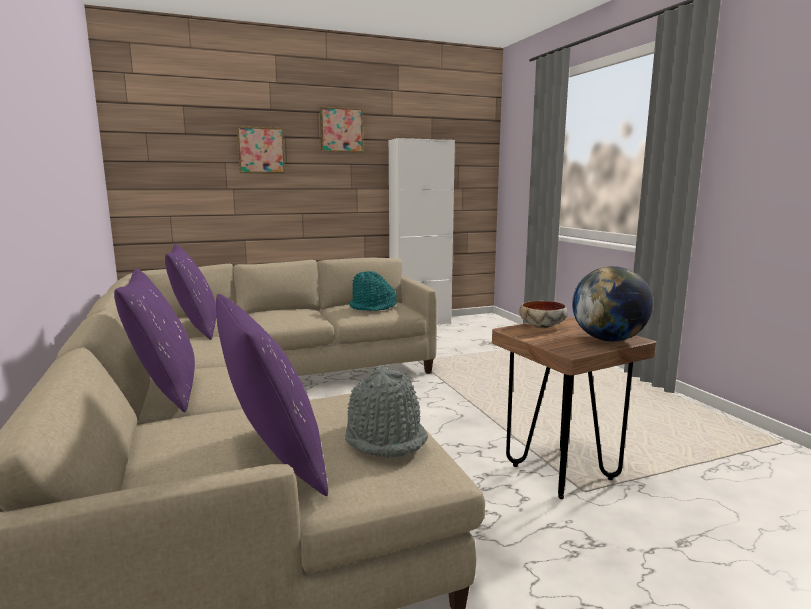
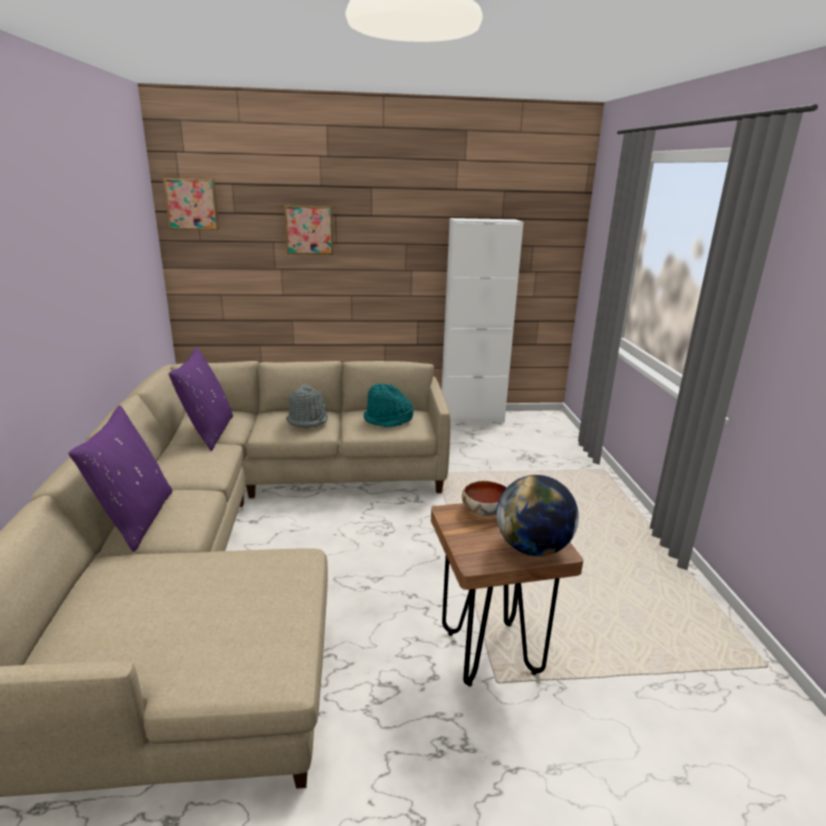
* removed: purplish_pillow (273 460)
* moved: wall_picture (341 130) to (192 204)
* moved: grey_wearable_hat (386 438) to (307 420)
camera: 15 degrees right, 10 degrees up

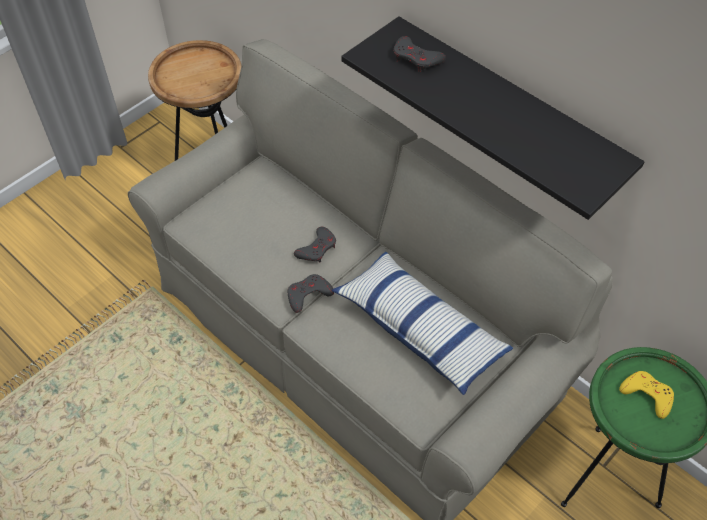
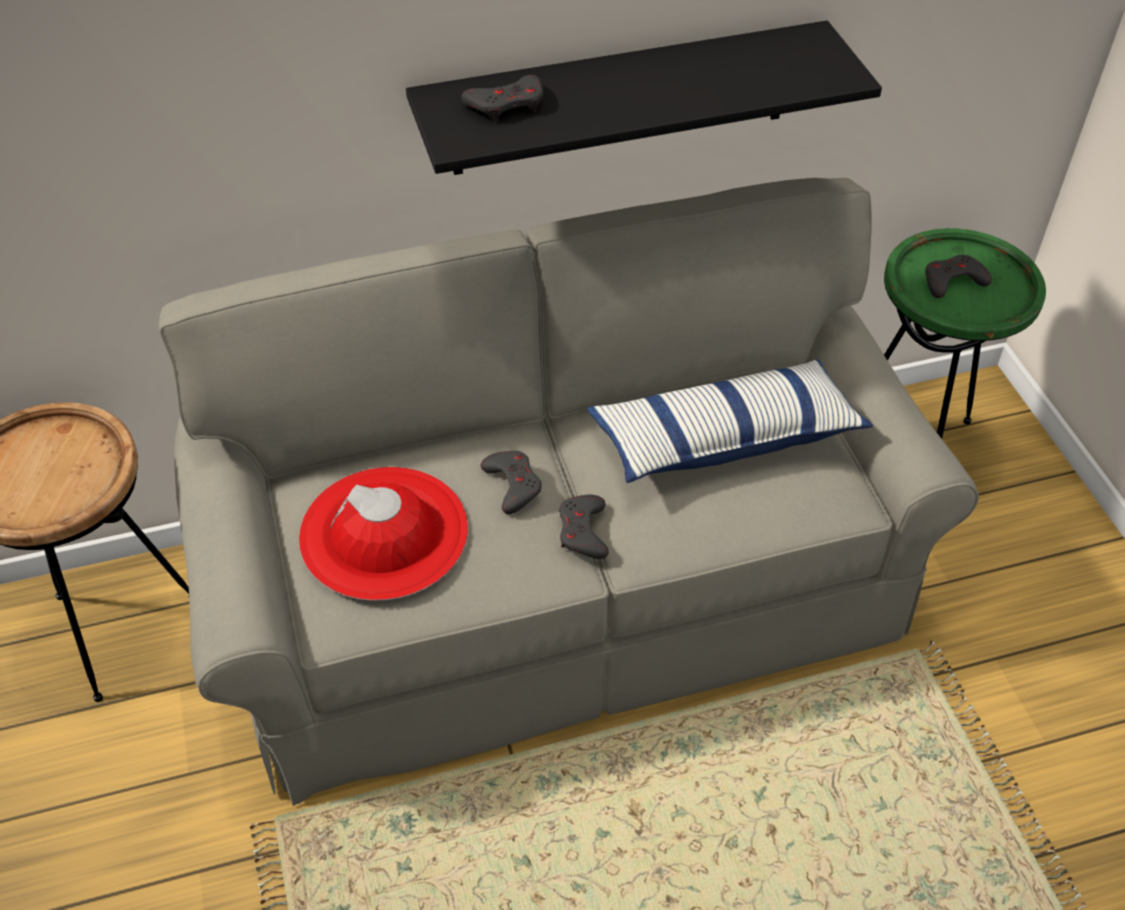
* added: red_wearable_hat (384 533)
* recoloured: yellow_gamepad (647 395) to grey_gamepad (952 281)
camera: 60 degrees left, 5 degrees down

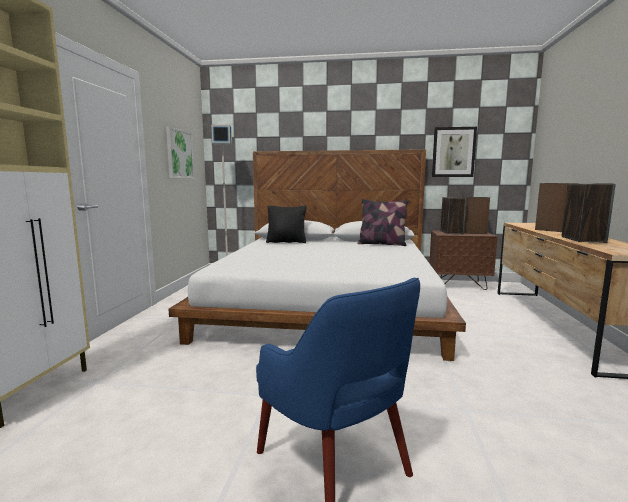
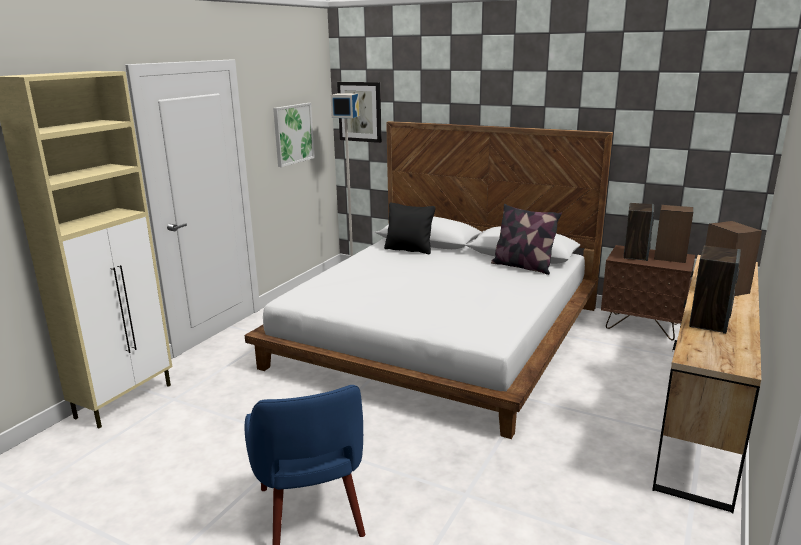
* moved: wall_picture (453 152) to (360 111)
camera: 20 degrees right, 10 degrees up

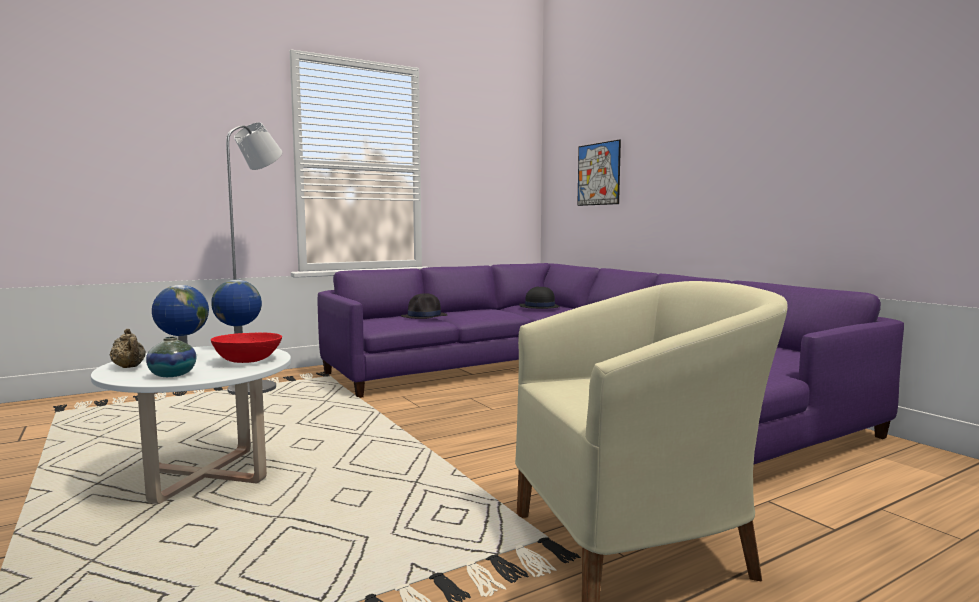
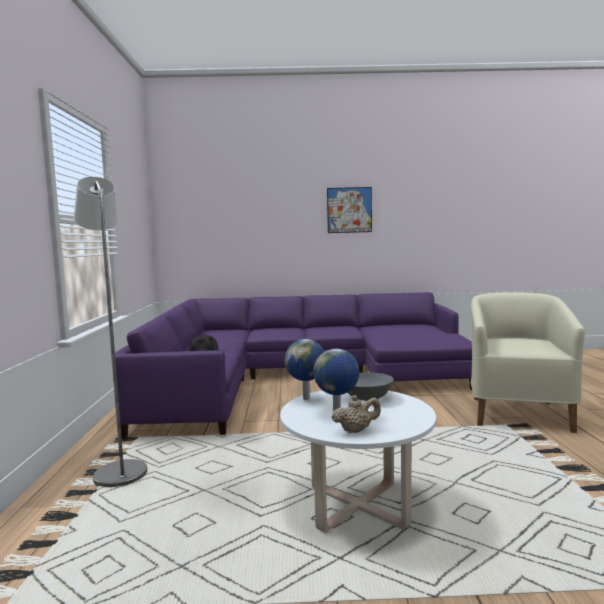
* removed: flower_vase (172 375)
* removed: blackish_wearable_hat (539 307)
* moved: wall_picture (598 174) to (349 210)
* recoloured: red_bowl (248 360) to grey_bowl (367 397)
camera: 60 degrees left, 0 degrees up

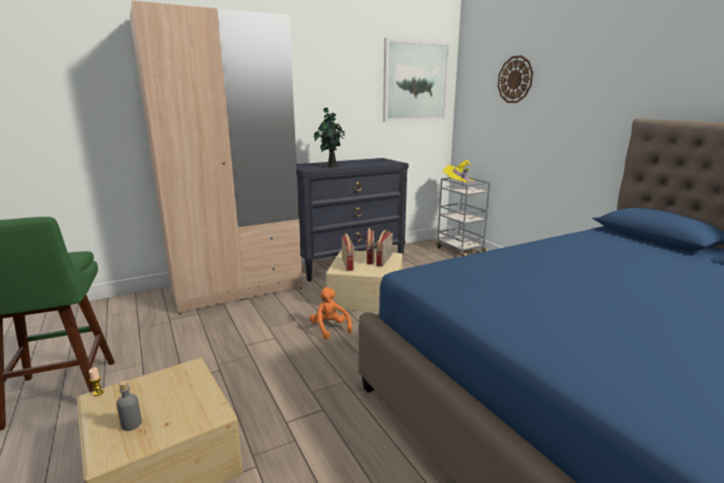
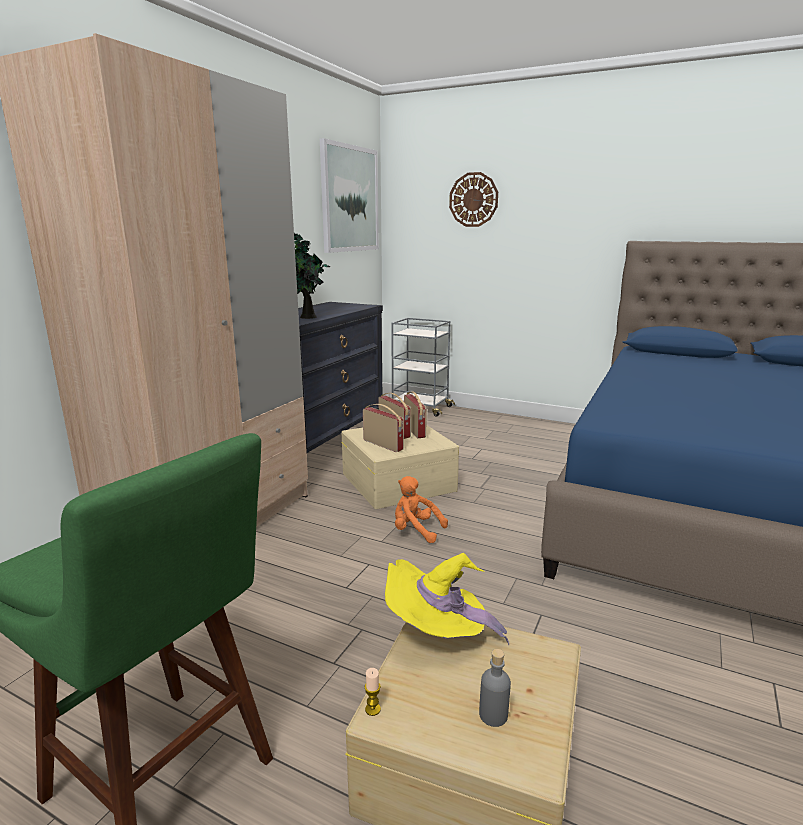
* moved: yellow_wearable_hat (458 187) to (438 634)
camera: 35 degrees left, 0 degrees up

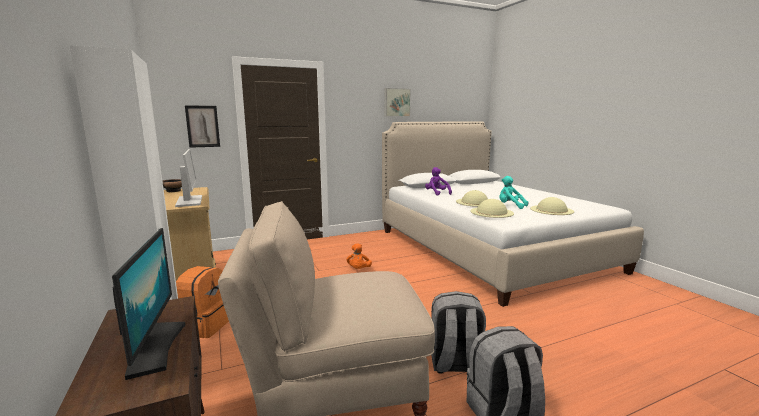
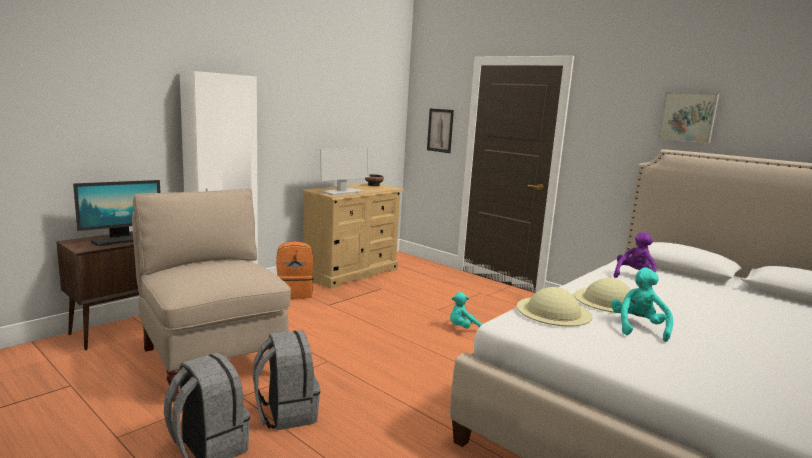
* removed: beige-coloured_wearable_hat (551 210)
* recoloured: orangey_plush_toy (358 270) to turquoise_plush_toy (463 328)
camera: 65 degrees right, 0 degrees up

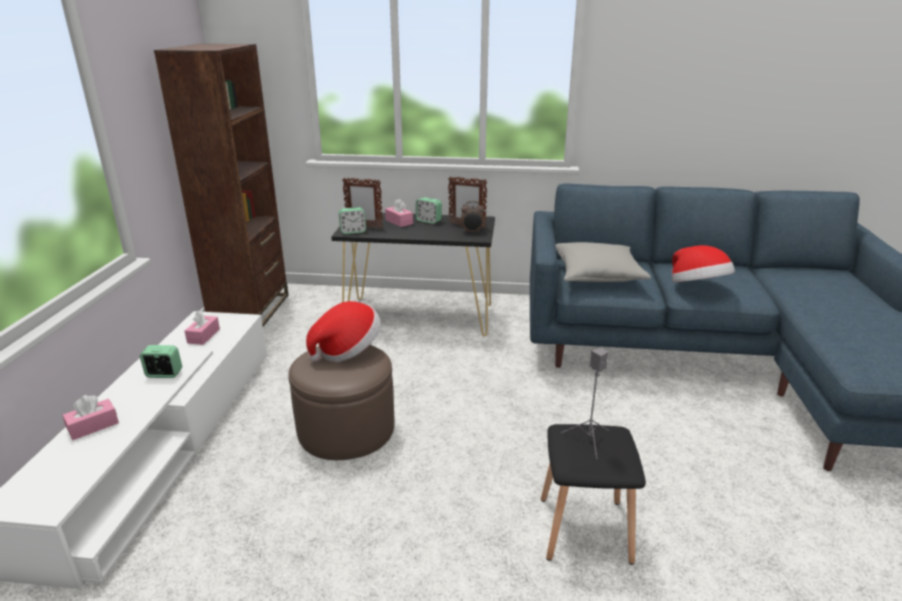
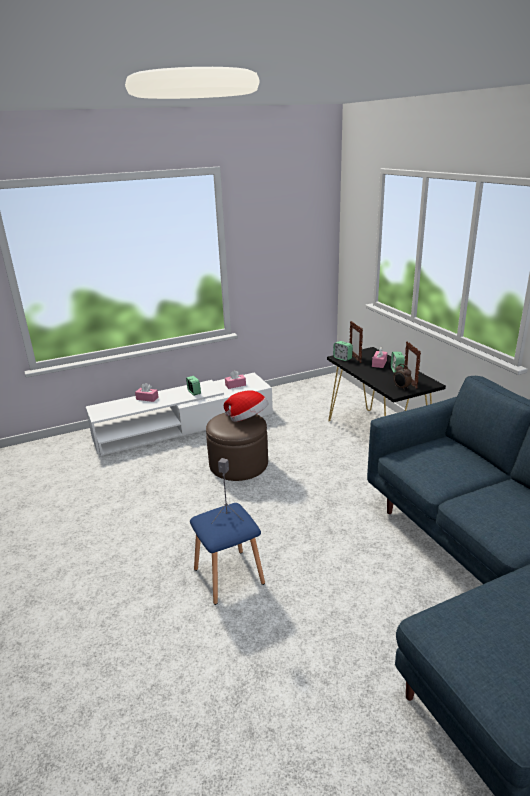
* removed: brown-coloured_bookcase (250 310)
* removed: grey_pillow (597 275)
* removed: wearable_hat (697 288)
* recoloured: blackish_sitting_stool (583 530) to blue-coloured_sitting_stool (227 575)
camera: 60 degrees right, 0 degrees up

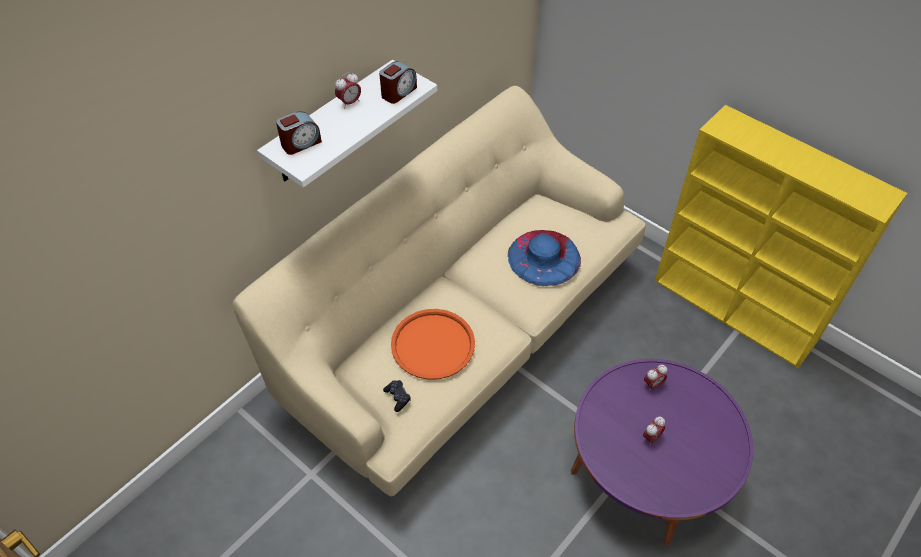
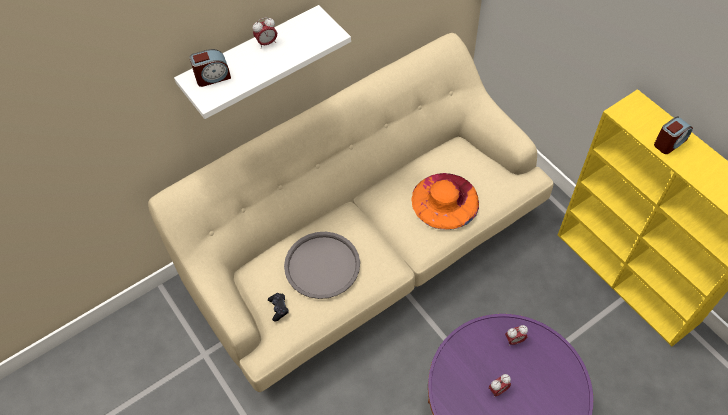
* moved: bedside_clock (398 92) to (669 142)
* recoloured: orangey_serving_tray (432 345) to grey_serving_tray (322 265)
* recoloured: blue-coloured_wearable_hat (544 257) to orangey_wearable_hat (445 200)
camera: 15 degrees right, 5 degrees up

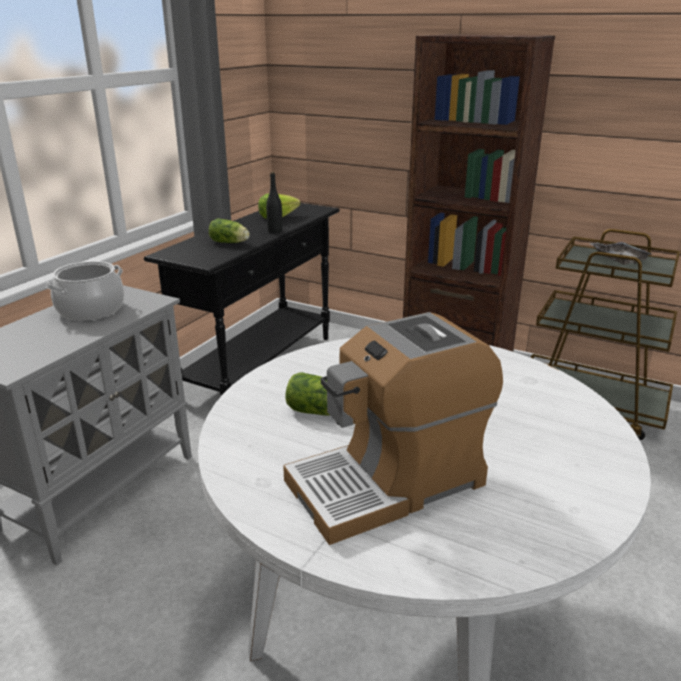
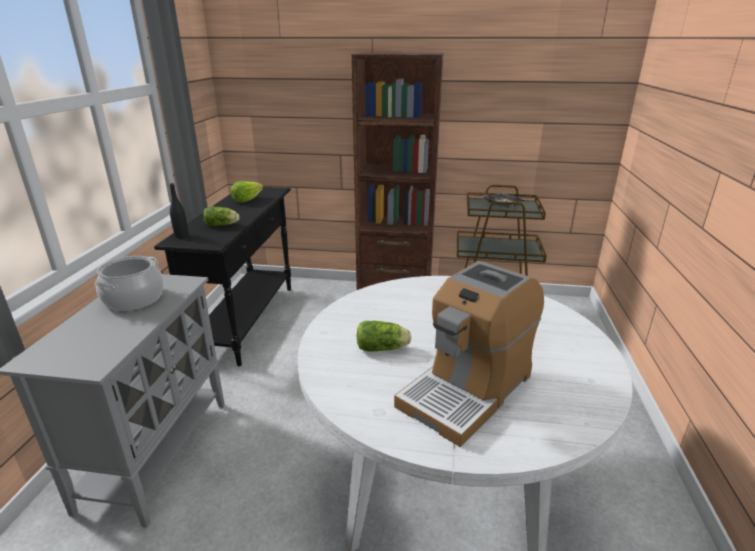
* moved: blackish_beverage_bottle (275 231) to (181 235)
camera: 20 degrees left, 0 degrees up

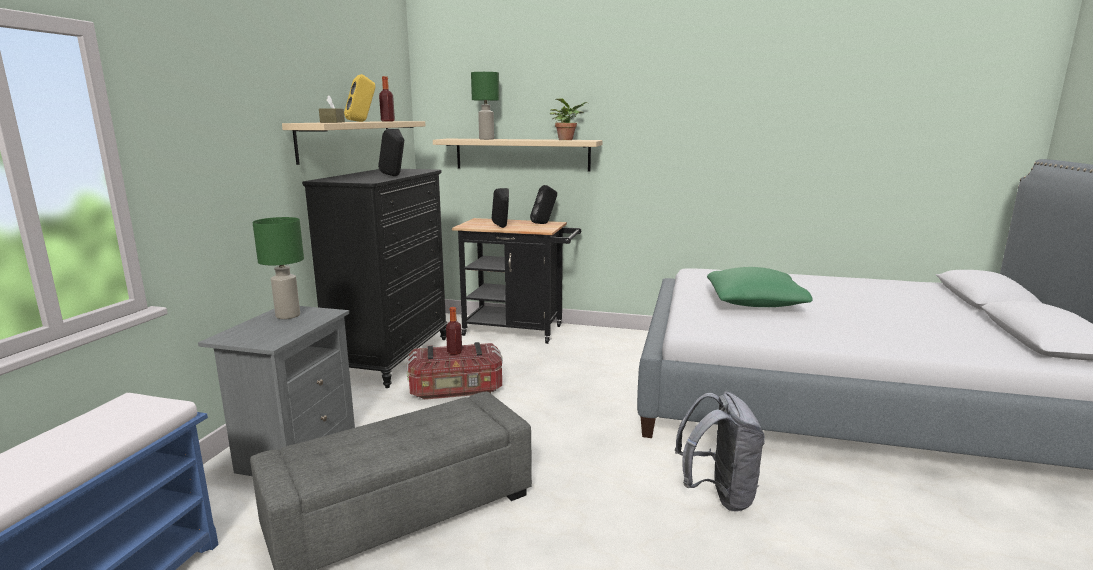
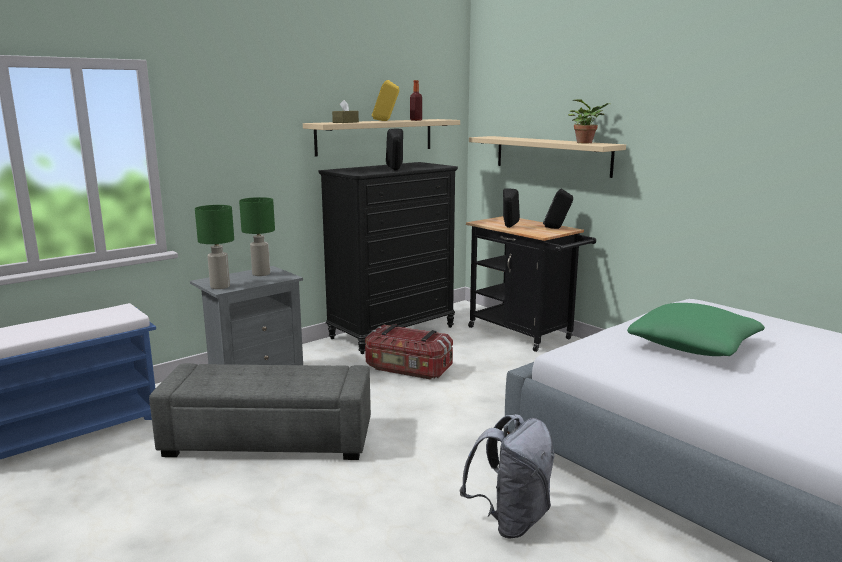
* removed: beverage_bottle (454 352)
* moved: green_table_lamp (486 139) to (220 286)
camera: 35 degrees right, 0 degrees up

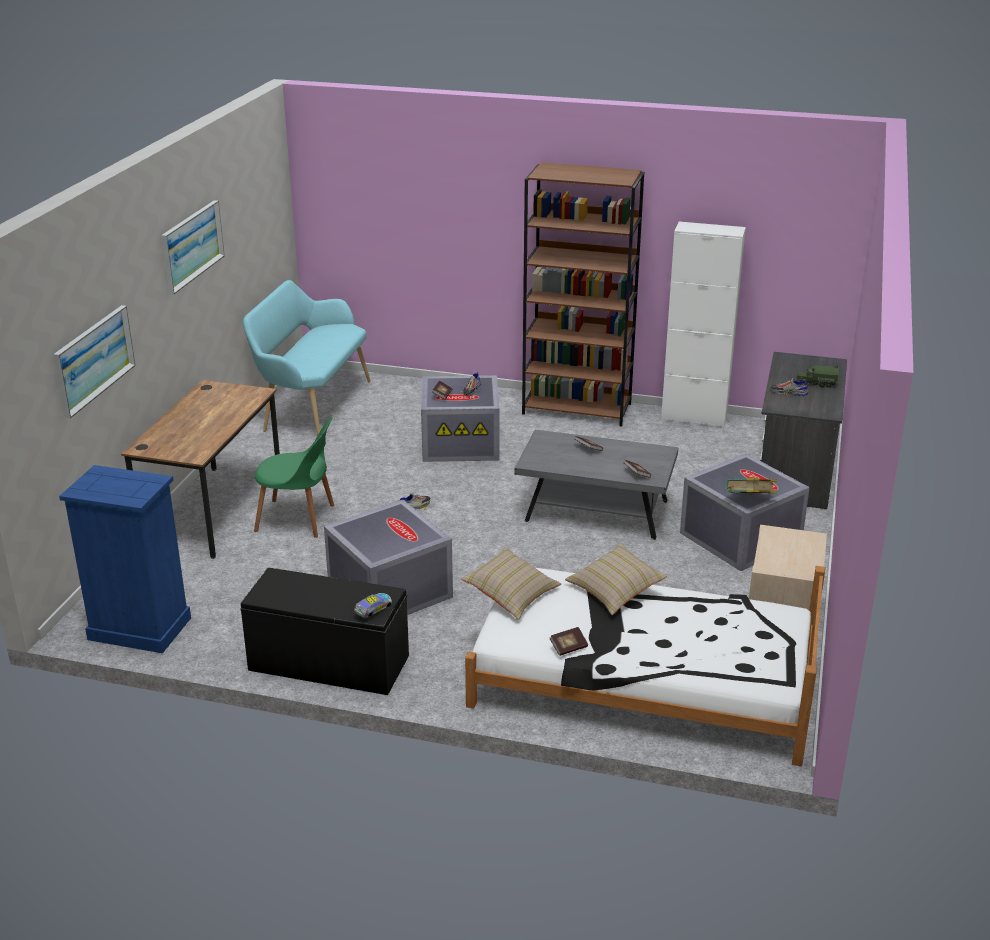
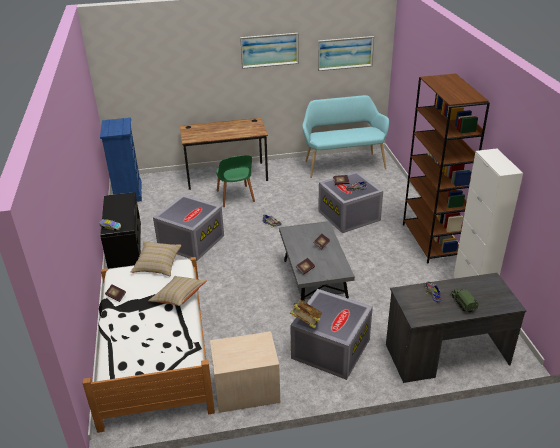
* moved: wall_picture (93 359) to (345 53)
camera: 65 degrees right, 5 degrees up

